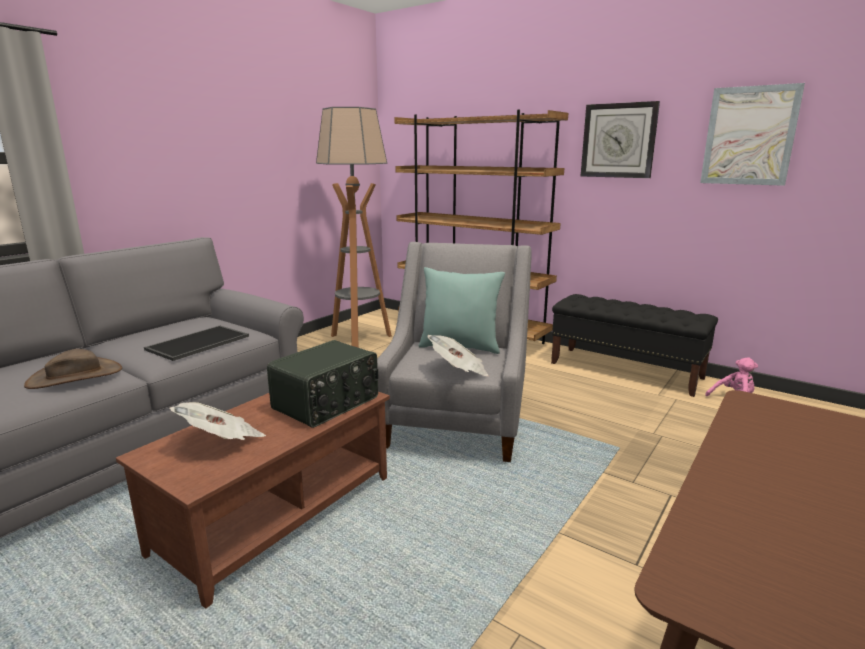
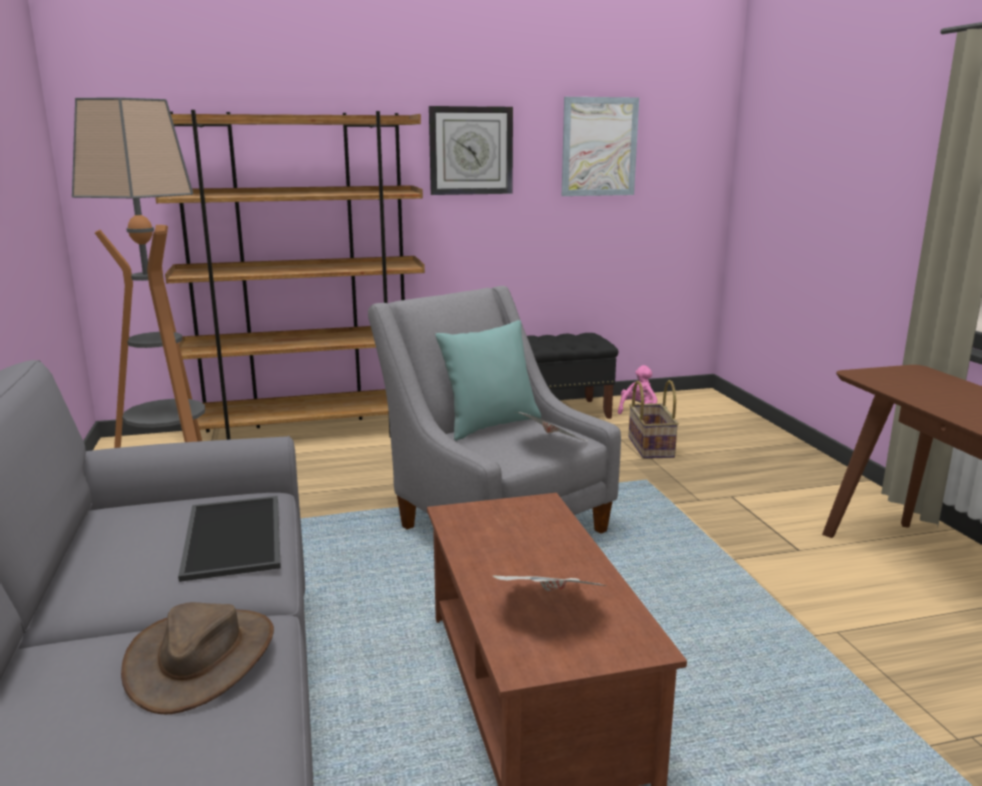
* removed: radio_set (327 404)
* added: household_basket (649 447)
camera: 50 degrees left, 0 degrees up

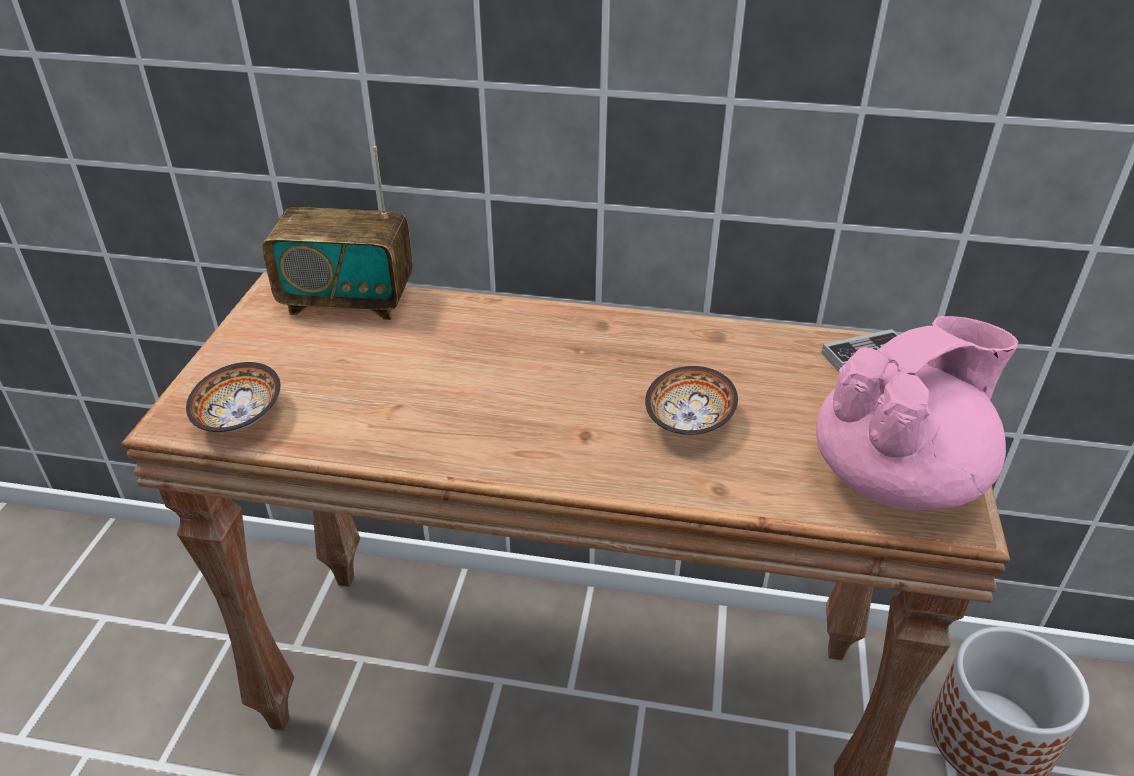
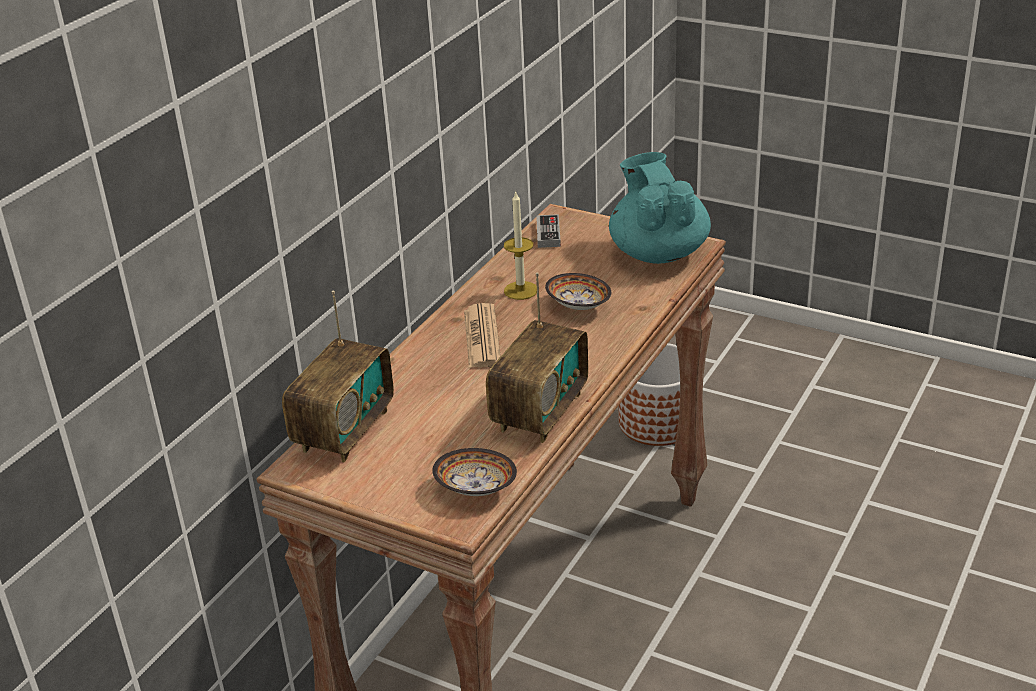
* added: newspaper (482 337)
* added: radio_set (540 412)
* added: wax_candle (520 290)
* recoloured: pink_teapot (897 477) to turquoise_teapot (658 252)
camera: 70 degrees left, 5 degrees down

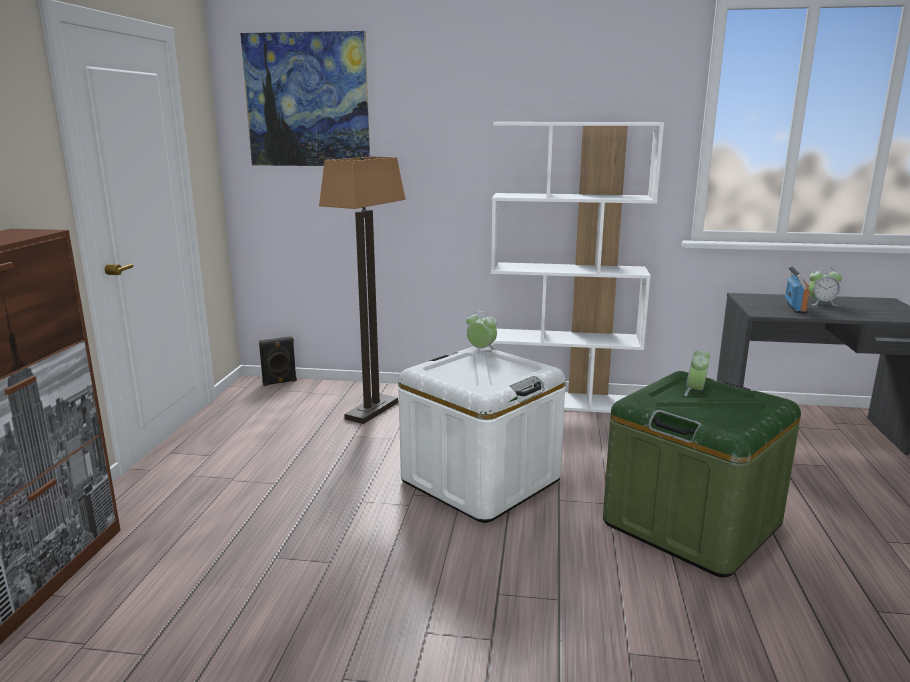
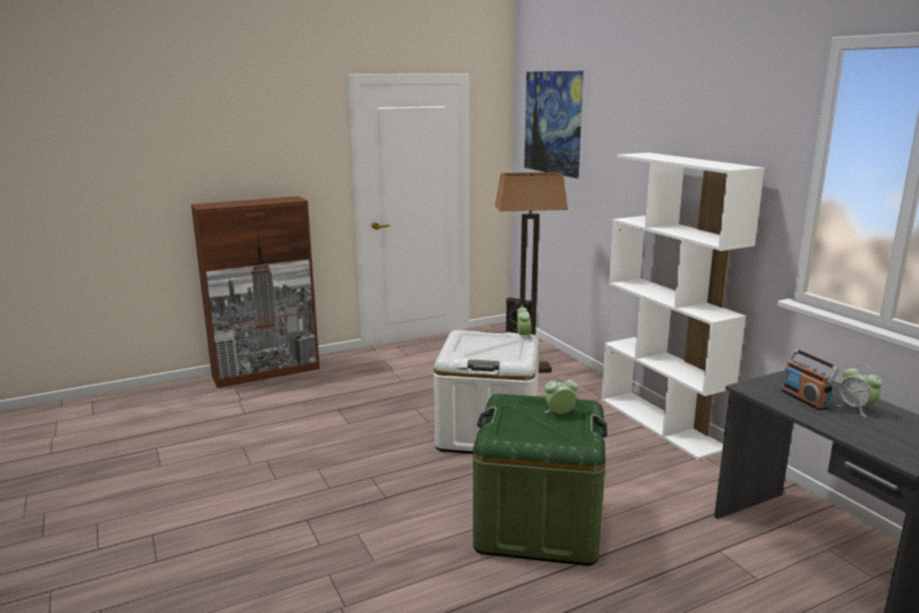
* turned: radio_set (795 308) = (804 399) 90 degrees clockwise
camera: 55 degrees right, 0 degrees up

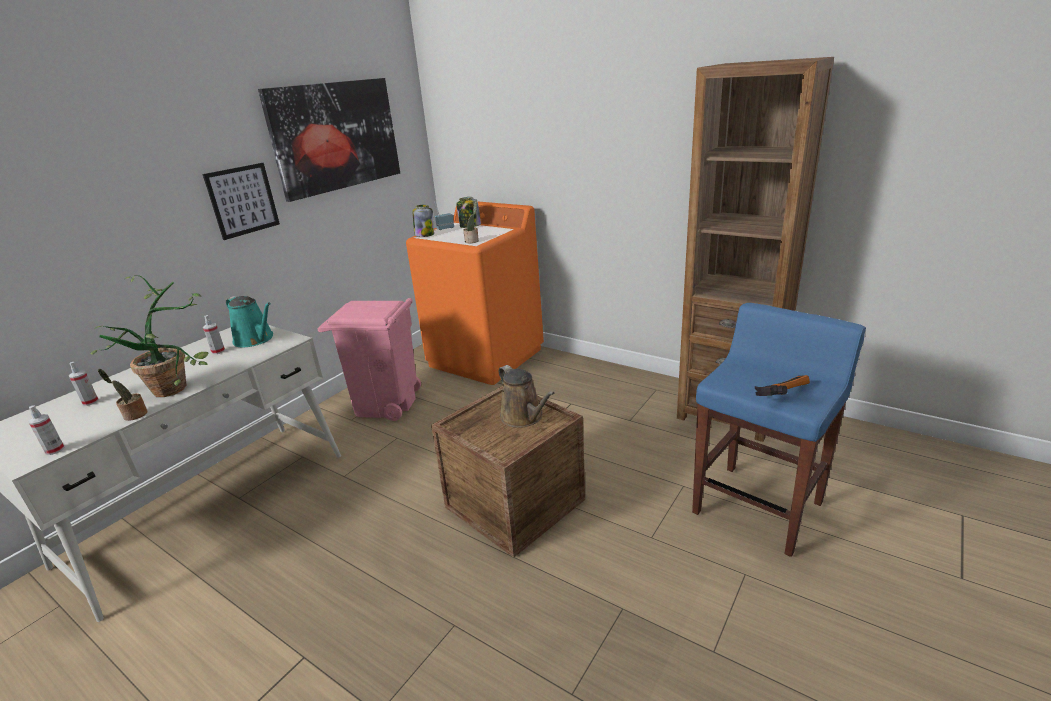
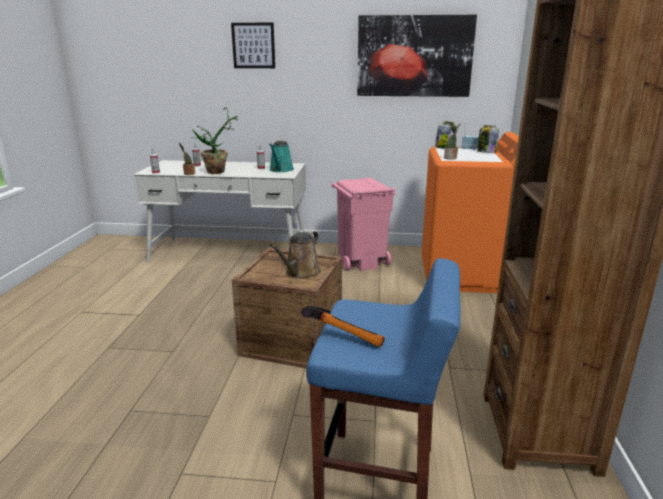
* moved: wall_picture (242 200) to (253 45)
camera: 60 degrees right, 5 degrees down

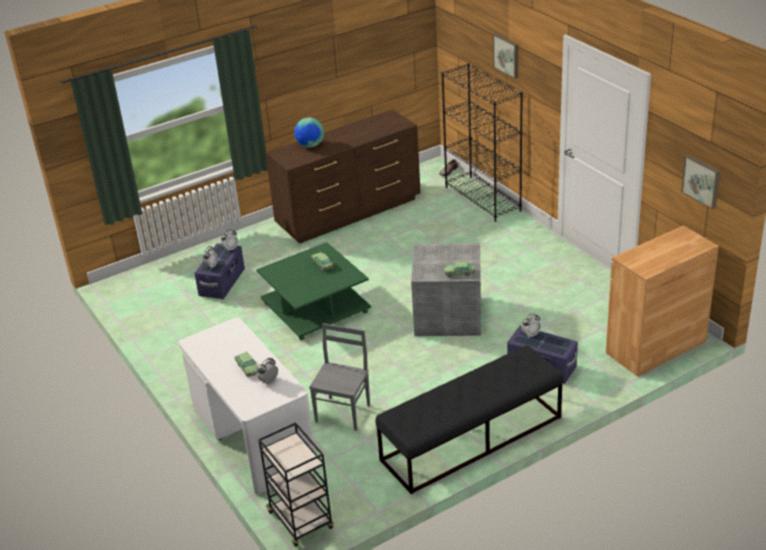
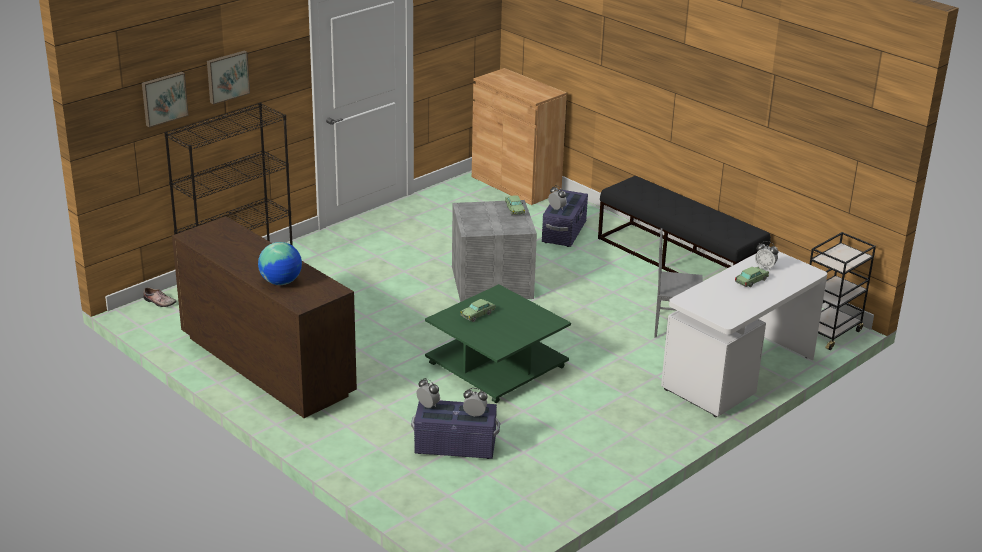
* moved: wall_picture (702 181) to (163 98)
camera: 105 degrees left, 5 degrees down

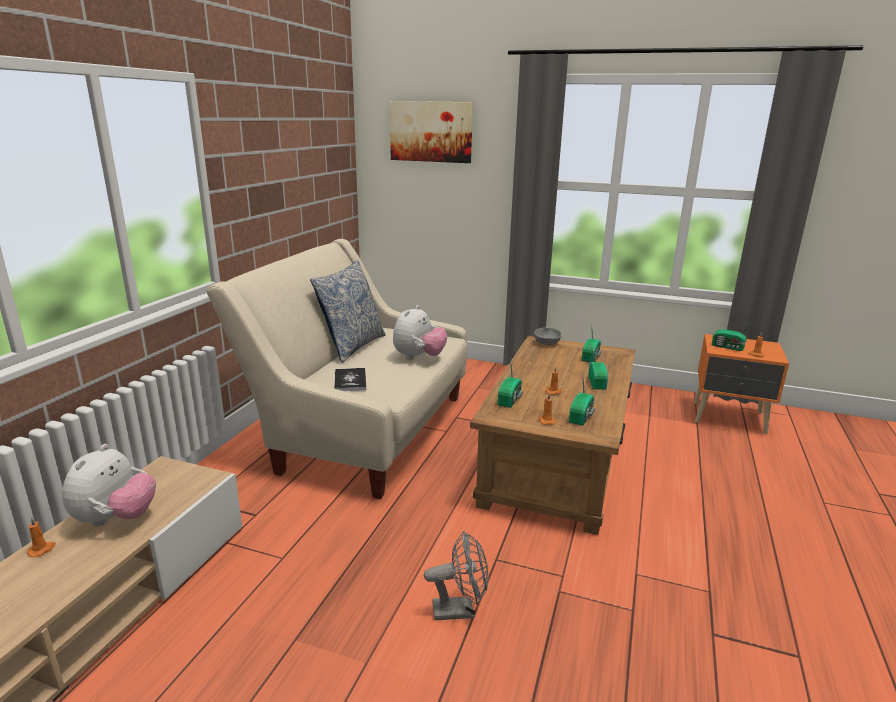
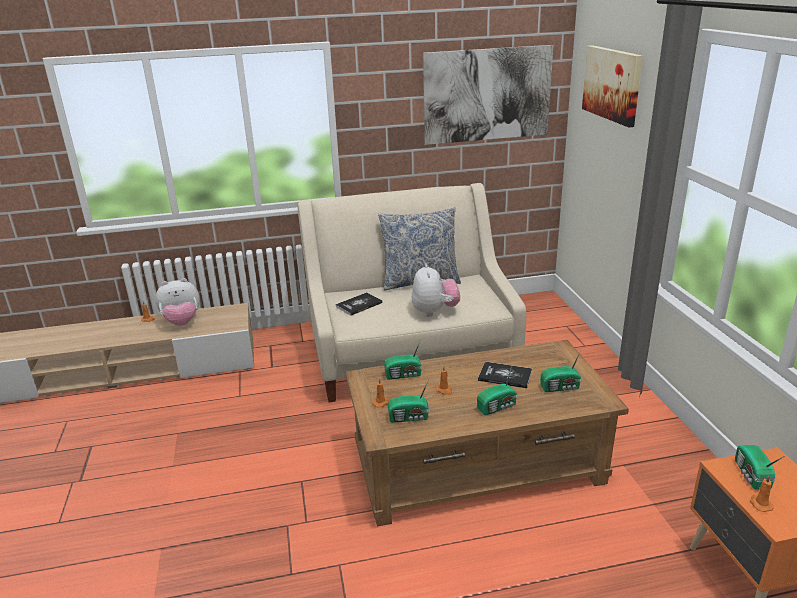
* removed: grey_fan (460 610)
* removed: grey_bowl (547 343)
* added: wall_picture (487 95)
* added: bound_book (505 376)
* turned: plush_toy (419 357) = (434 311) 90 degrees counterclockwise
camera: 60 degrees right, 5 degrees up

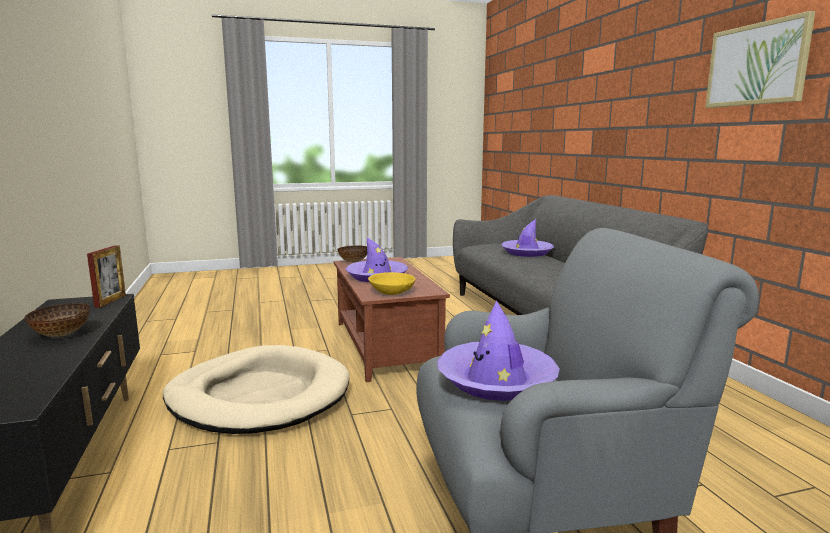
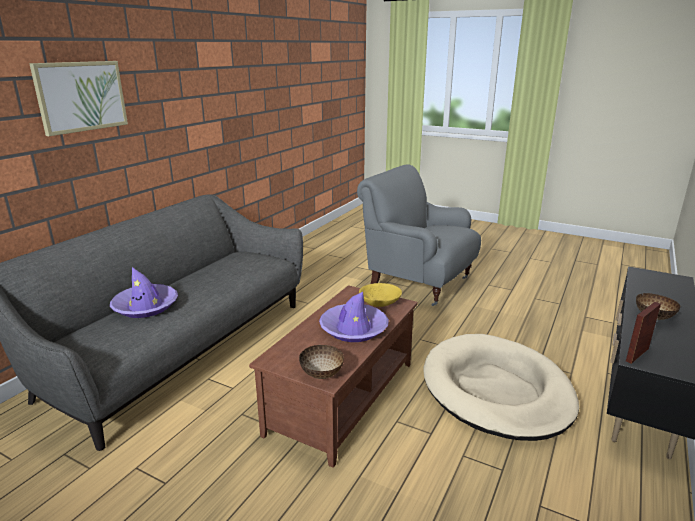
* removed: purplish_wearable_hat (497 380)
* moved: wall_picture (756 64) to (81 96)
camera: 135 degrees left, 10 degrees up

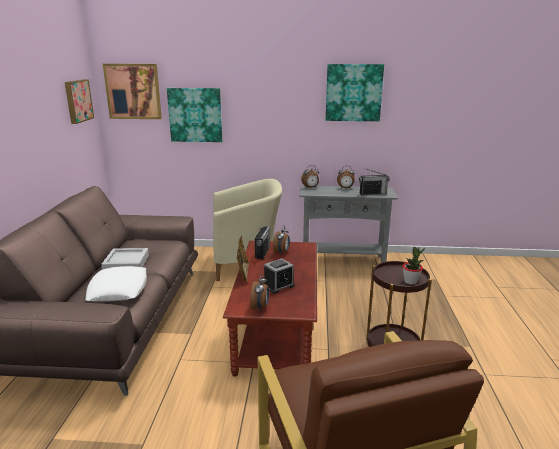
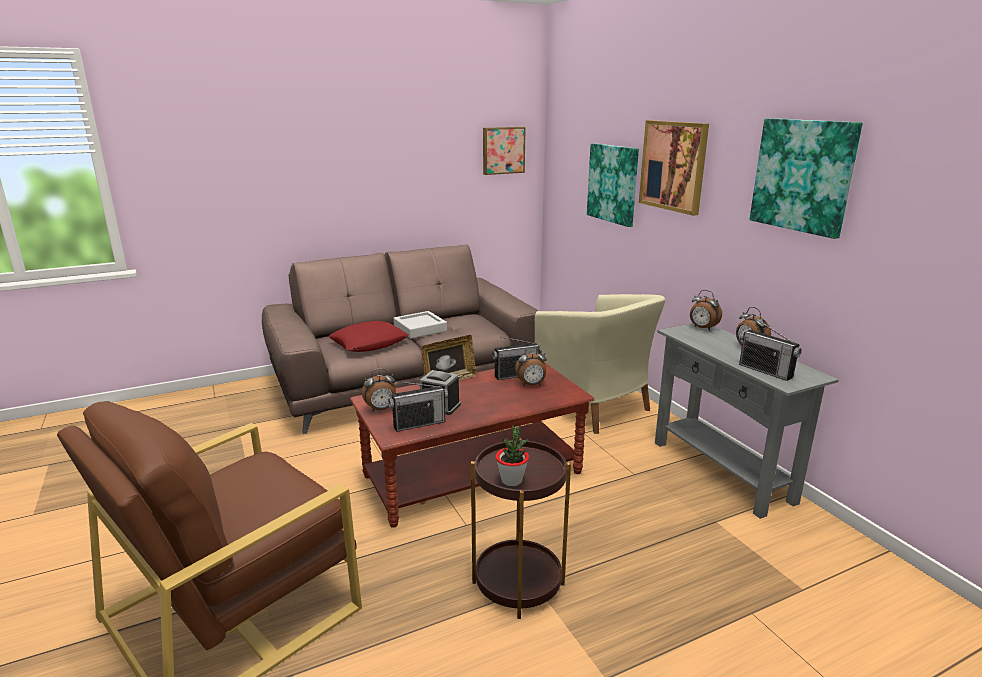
* added: radio_set (419 424)
* moved: wall_picture (133 91) to (673 166)
* recoloured: white_pillow (118 289) to red_pillow (369 343)
camera: 60 degrees right, 0 degrees up

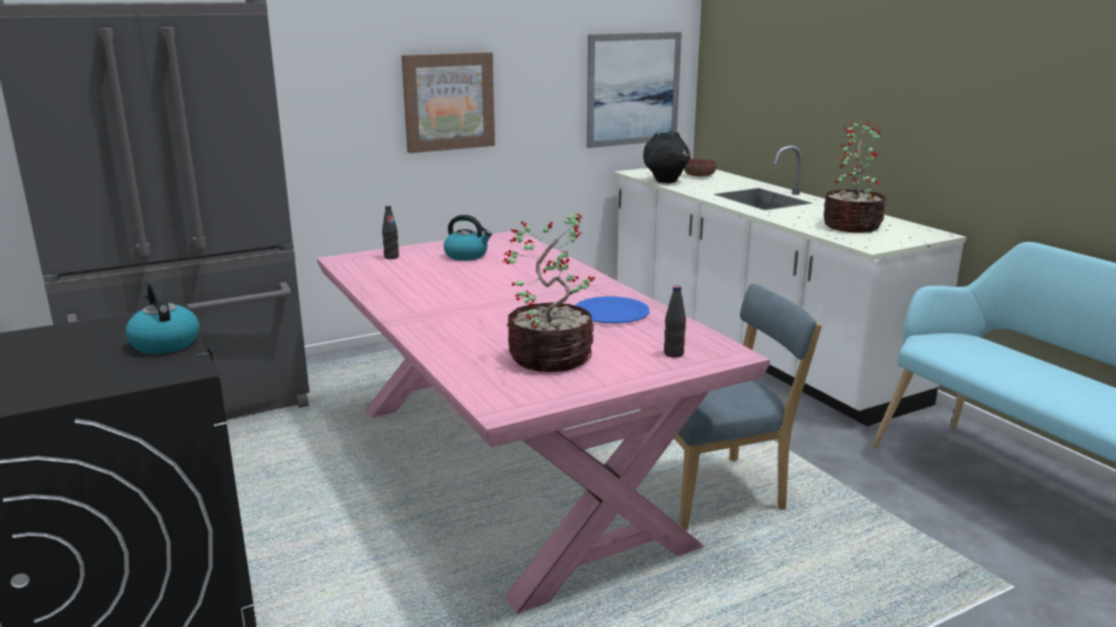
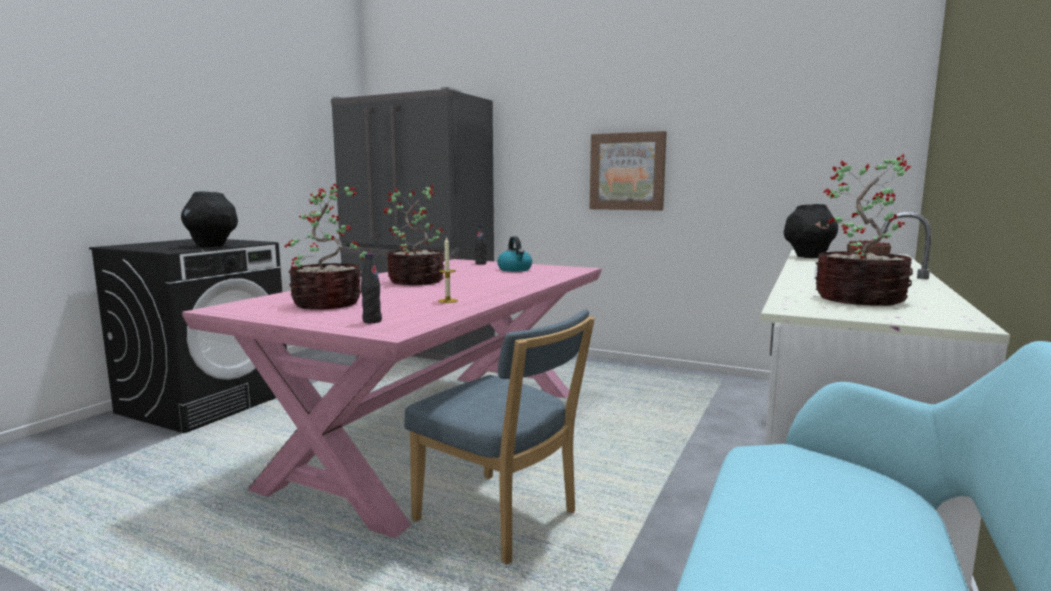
* removed: wall_picture (633 89)
* added: houseplant (417 281)
* replaced: kettle (164 343) to blackish_flower_vase (212 246)
* replaced: blue-coloured_dinner_plate (611 313) to wax_candle (448 301)
camera: 55 degrees right, 10 degrees down

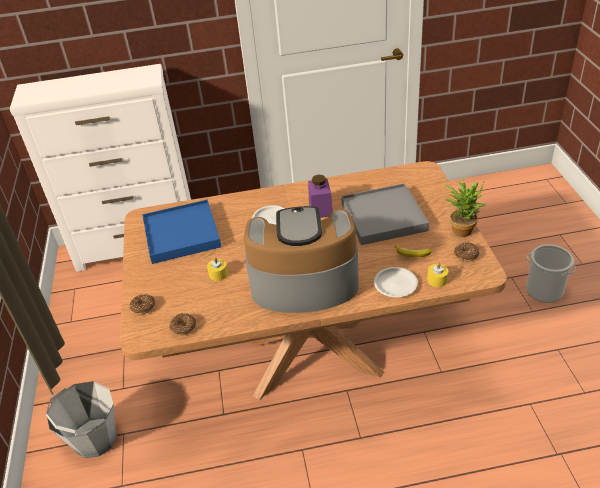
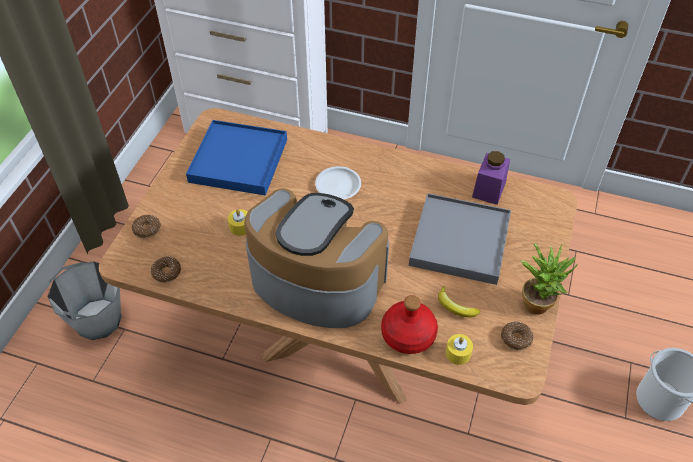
* moved: purplish_jar (320 209) to (489 189)
* replaced: white_dinner_plate (395 285) to red_beverage_bottle (408 335)
camera: 25 degrees right, 10 degrees up

